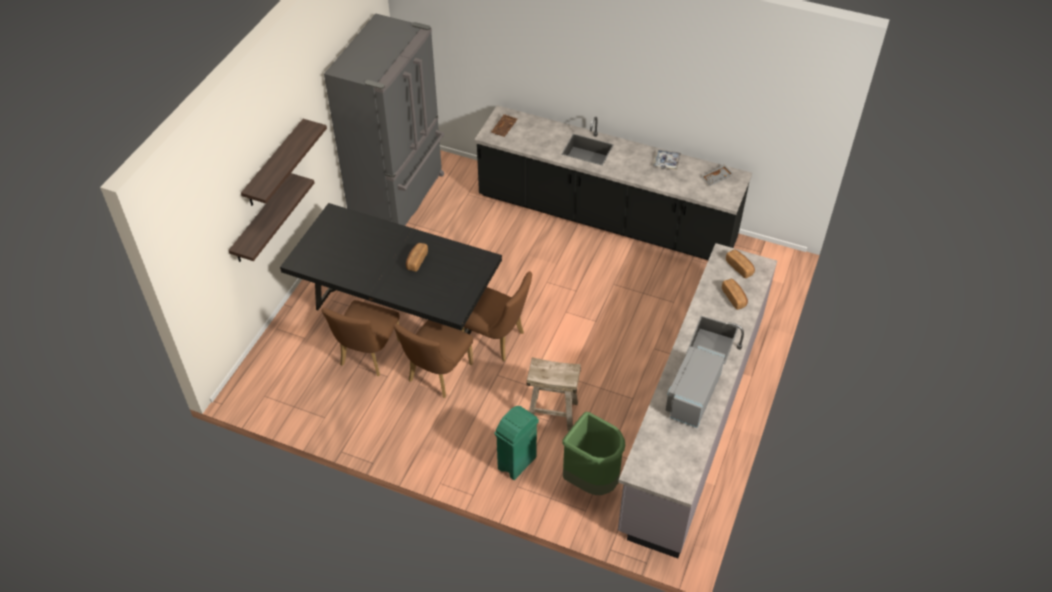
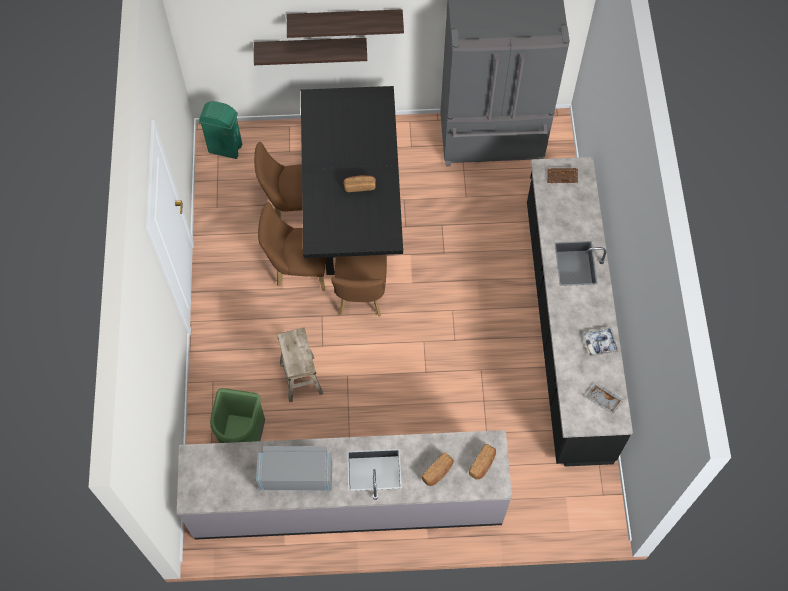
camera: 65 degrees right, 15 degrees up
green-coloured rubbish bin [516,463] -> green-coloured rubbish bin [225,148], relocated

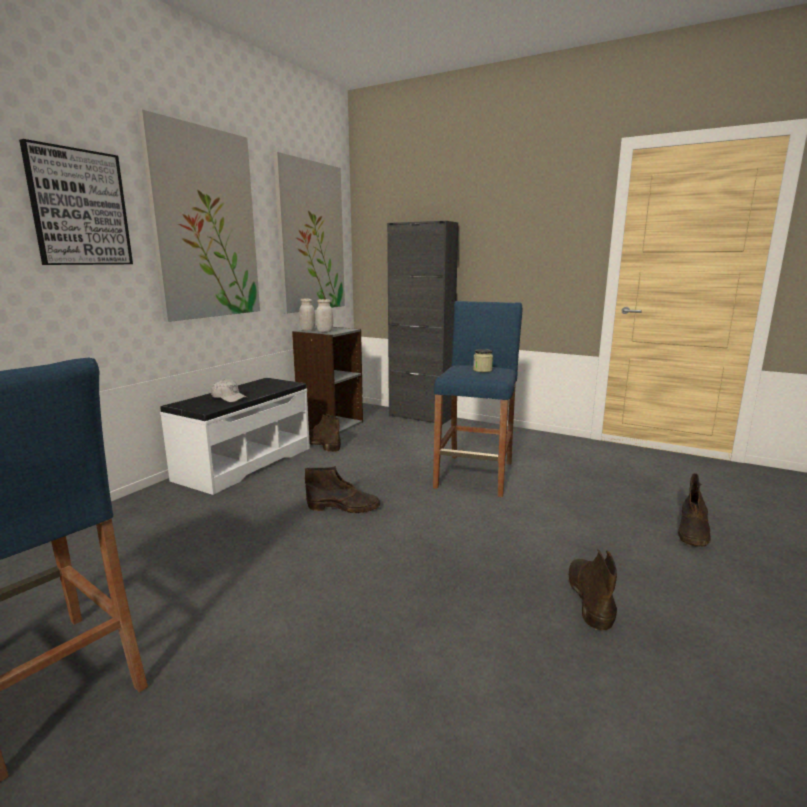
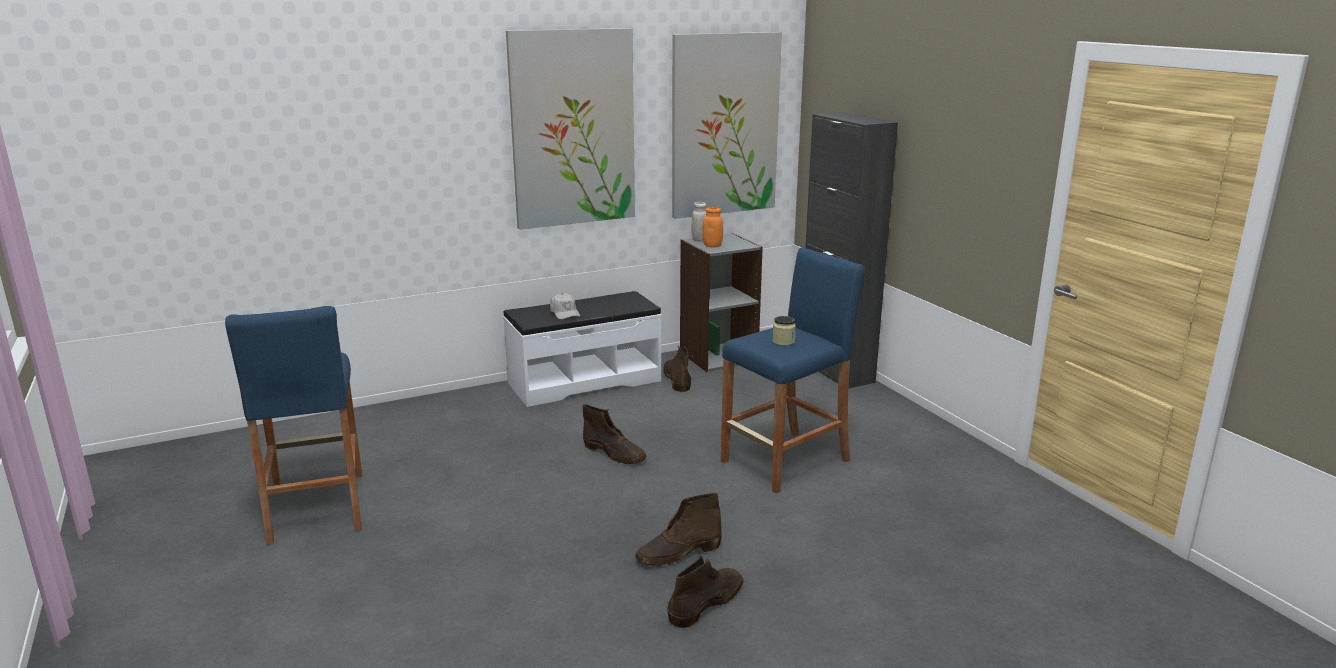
camera: 35 degrees right, 5 degrees up
picture [79,208] -> none
whitish preserve jar [325,331] -> orange preserve jar [712,246]
brown boot [693,531] -> brown boot [678,553], relocated

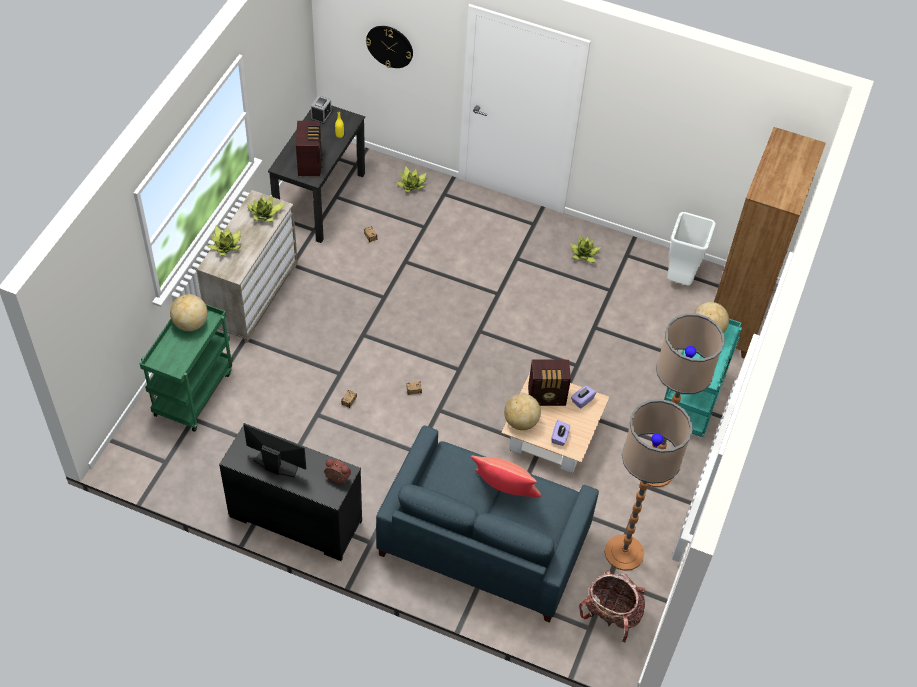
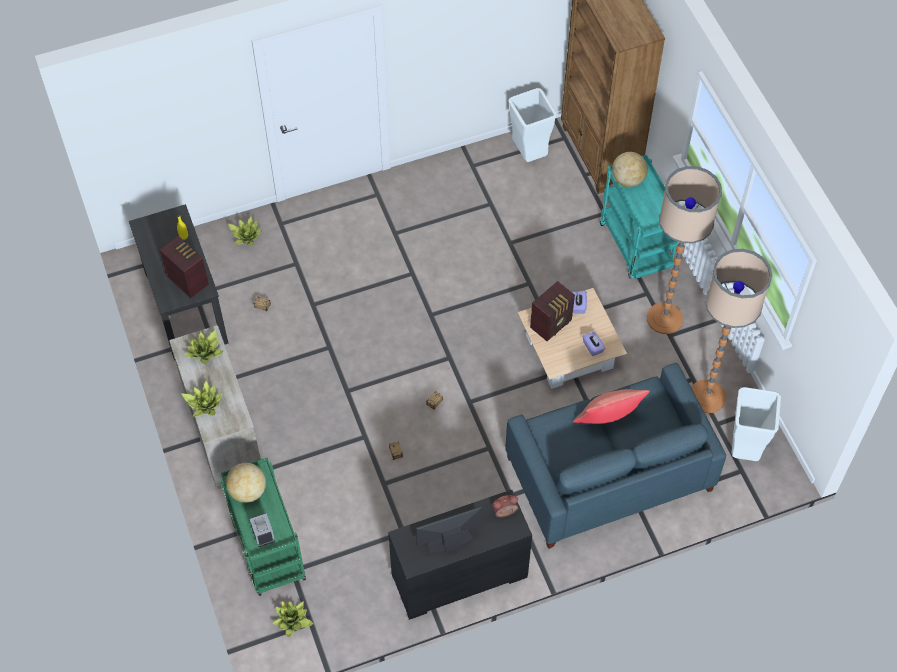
camera: 40 degrees left, 5 degrees up
table clock [321,115] -> table clock [263,534], relocated
wall clock [389,46] -> none
world globe [521,422] -> none
plant in a pot [584,255] -> plant in a pot [292,621], relocated
rucksack [611,615] -> whitish rubbish bin [744,449]

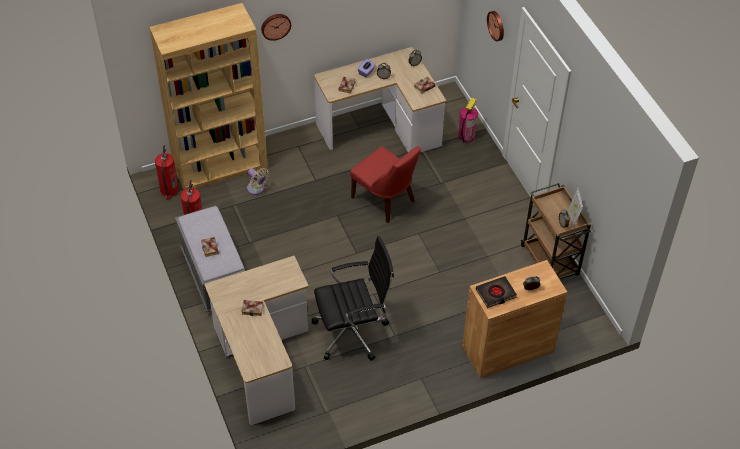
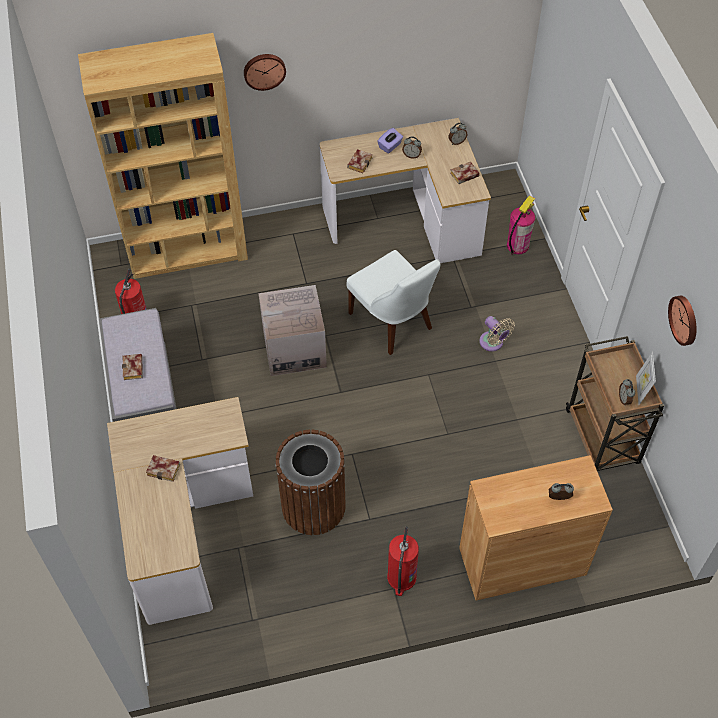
camera: 10 degrees right, 5 degrees up
fire-fighting cylinder [169,190] -> fire-fighting cylinder [401,578], relocated
sand-coloured fan [257,189] -> sand-coloured fan [493,343], relocated
blackish desk chair [353,332] -> brown rubbish bin [313,506]
red upright chair [385,201] -> whitish upright chair [393,323]
blackish book [496,294] -> none
wall clock [497,25] -> wall clock [685,320], relocated
none -> cardboard box [294,348]

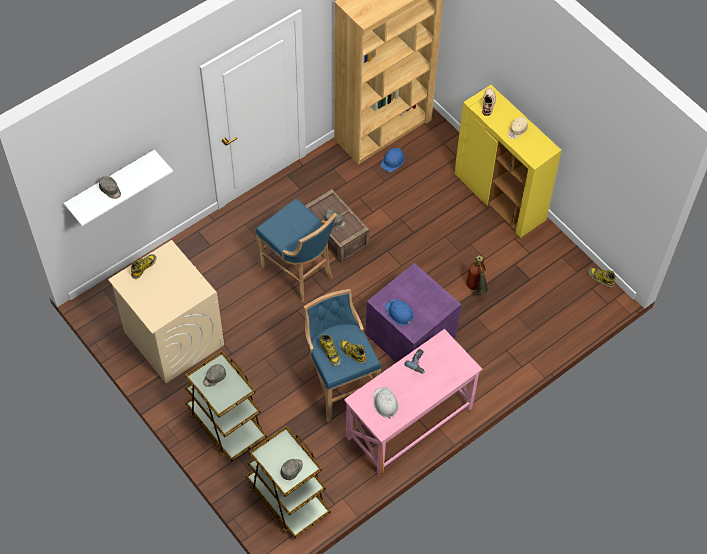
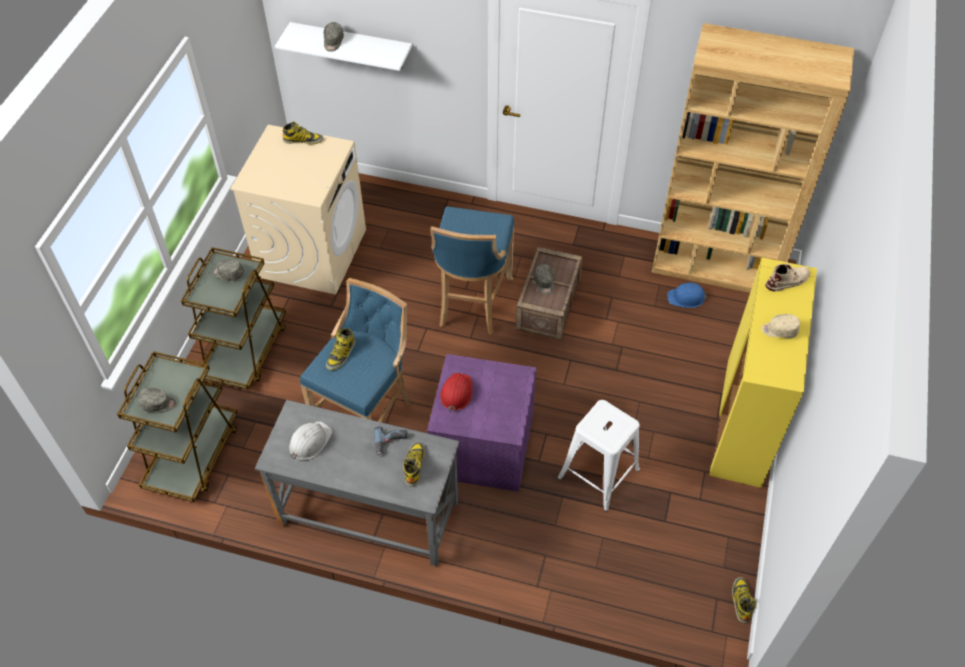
camera: 55 degrees right, 5 degrees down
boot [352,352] -> boot [414,465], relocated
pinkish desk unit [409,423] -> greyish desk unit [368,513]
bluish hard hat [399,313] -> red hard hat [456,393]
fire-fighting cylinder [476,289] -> whitish sitting stool [598,473]

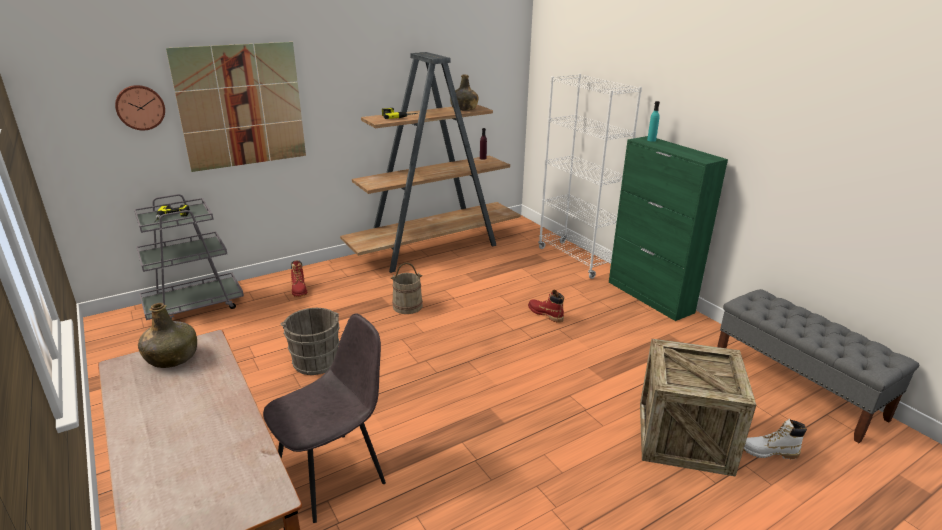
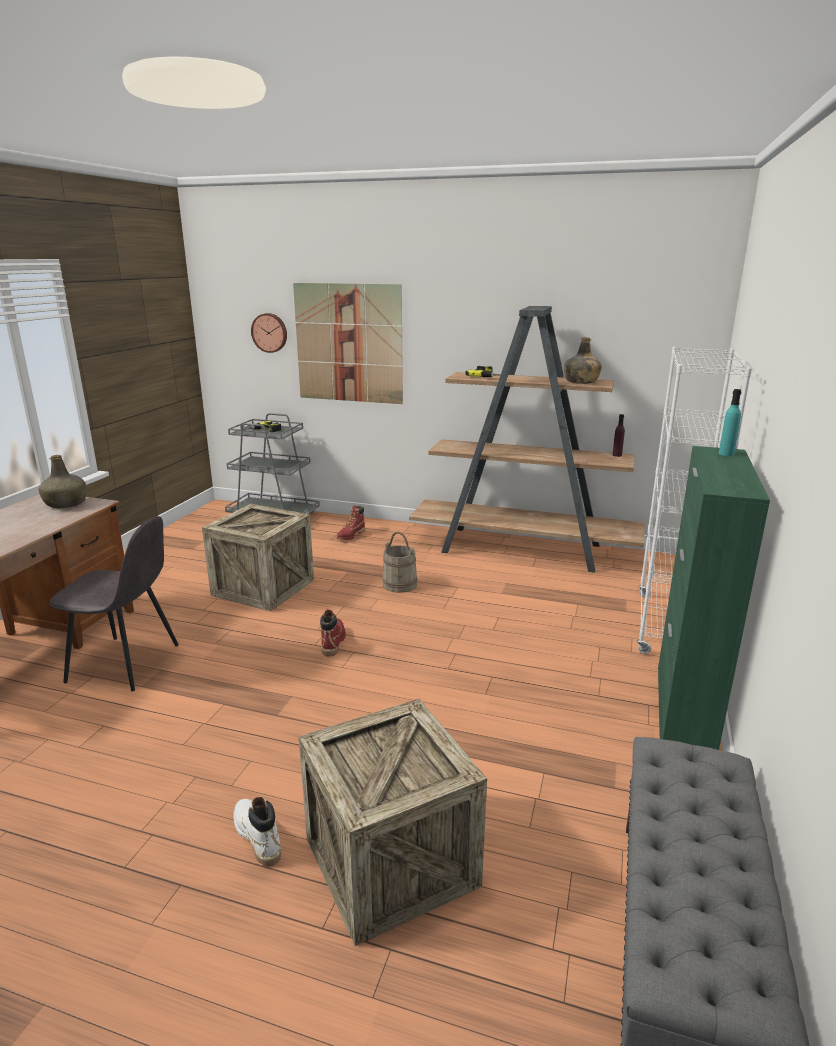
camera: 50 degrees right, 5 degrees down
greyish pail [315,360] -> shipping crate [263,587]
red boot [545,314] -> red boot [333,641], relocated
whitish boot [768,452] -> whitish boot [257,837], relocated

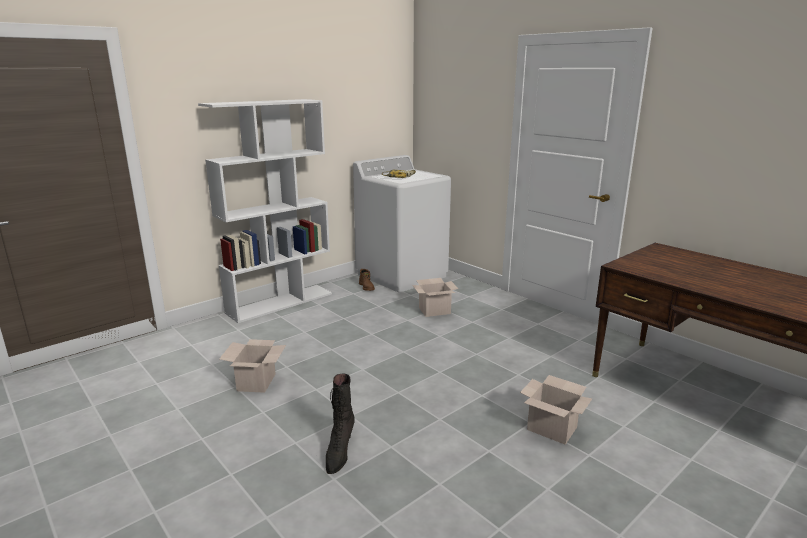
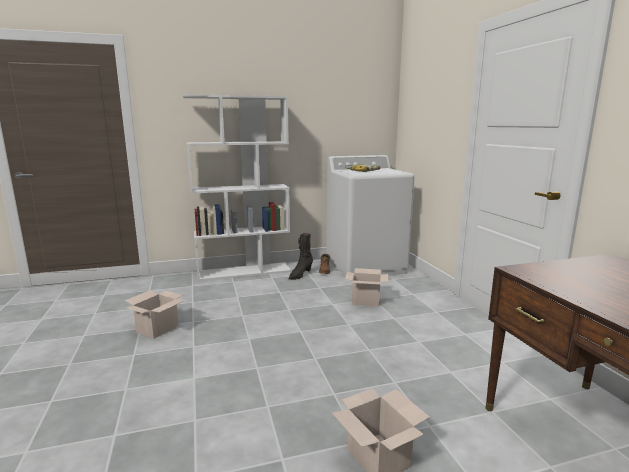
camera: 25 degrees right, 5 degrees down
blackish boot [339,452] -> blackish boot [300,275], relocated

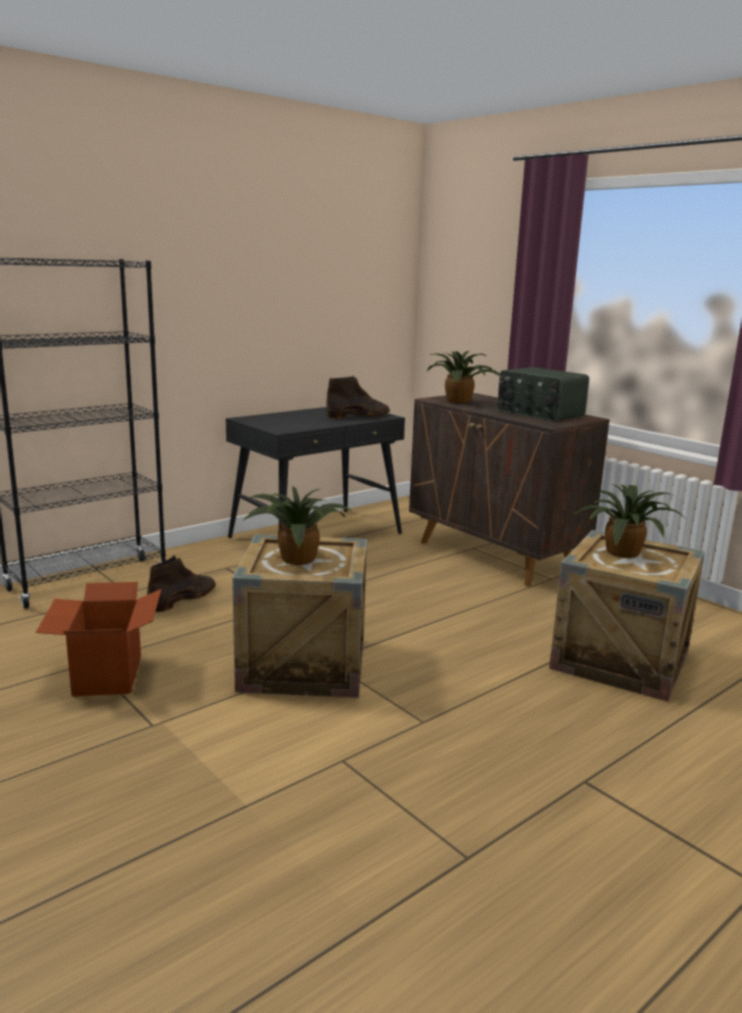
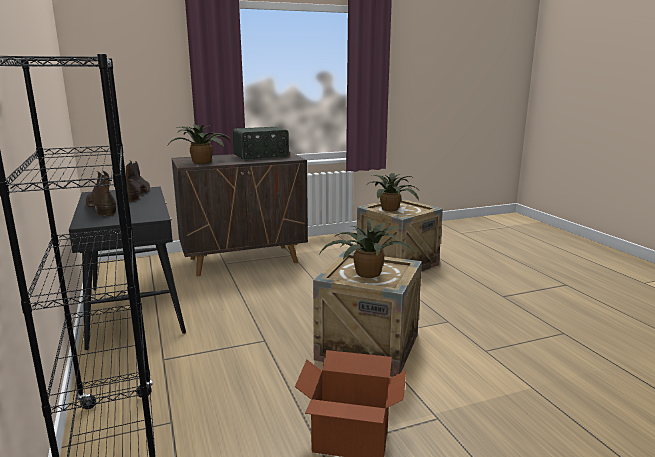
camera: 70 degrees left, 0 degrees up
brown boot [183,598] -> brown boot [101,208], relocated

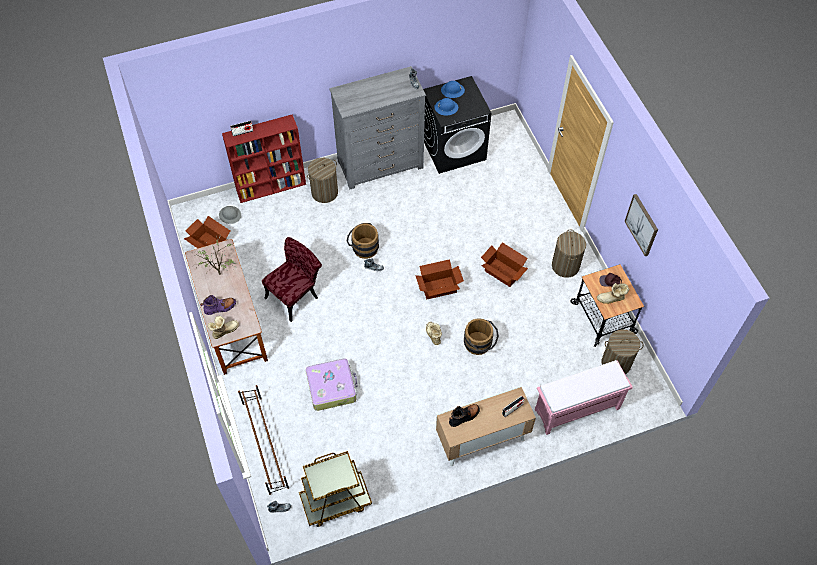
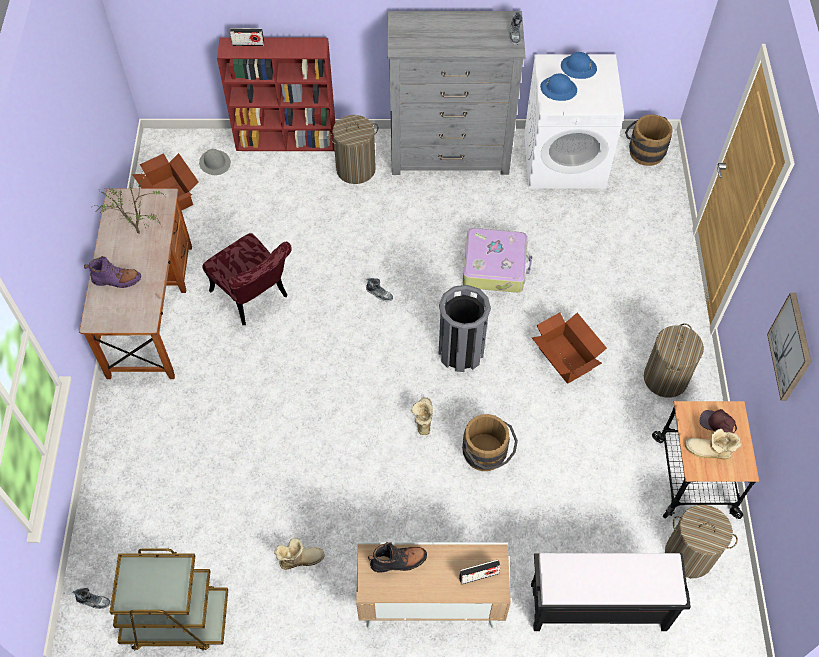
camera: 20 degrees right, 0 degrees up
boot [224,330] -> boot [300,559], relocated
brown shoe stand [265,444] -> none
red upright chair [296,294] -> red upright chair [254,298], 75 degrees clockwise
suitcase [332,387] -> suitcase [495,266], relocated
brown pail [363,247] -> brown pail [643,150], relocated
cardboard box [439,288] -> greyish rubbish bin [461,352]
blackish washing machine [454,149] -> whitish washing machine [565,160]
pinkish long seat [576,410] -> blackish long seat [596,607]

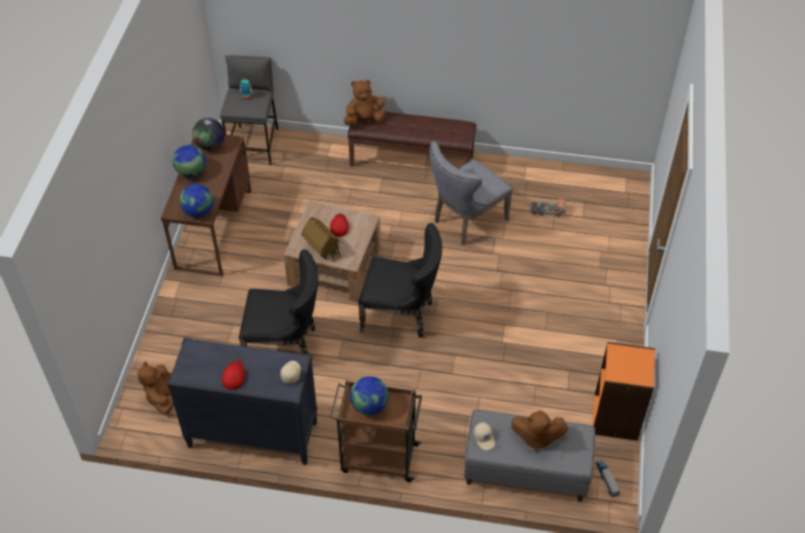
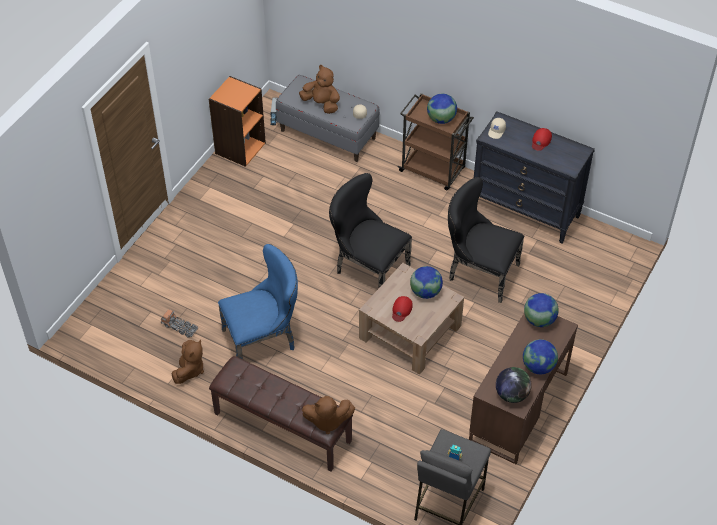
camera: 160 degrees left, 0 degrees up
brown cuddly toy [162,397] -> brown cuddly toy [189,370], relocated
toy house [322,248] -> world globe [425,292]
greyish upright chair [466,221] -> bluish upright chair [263,340]

